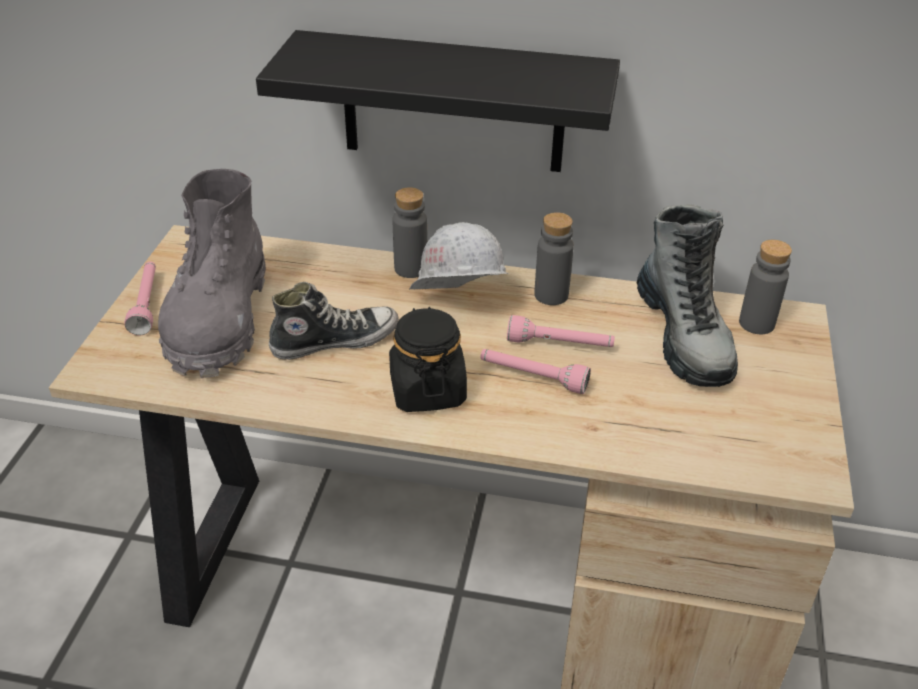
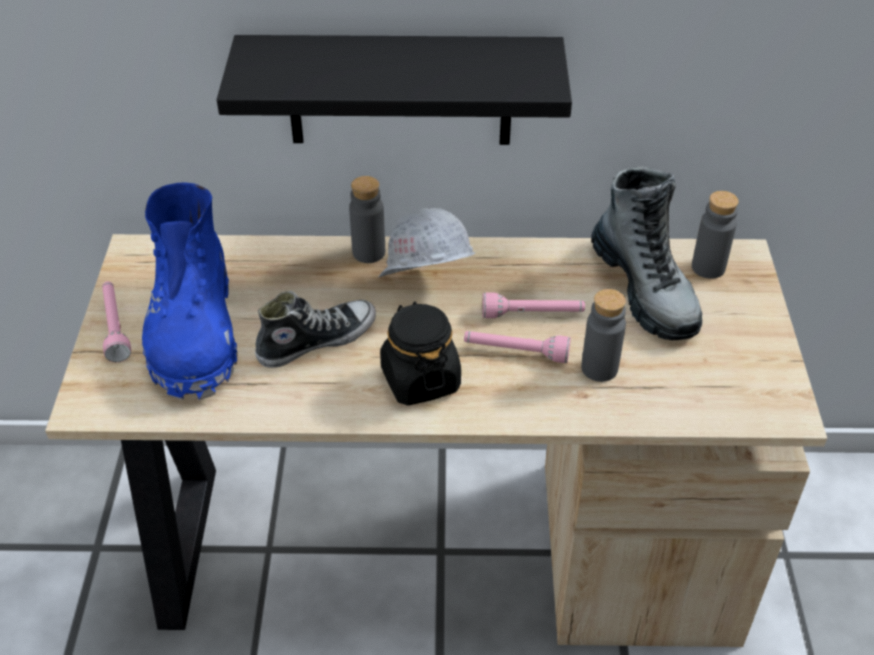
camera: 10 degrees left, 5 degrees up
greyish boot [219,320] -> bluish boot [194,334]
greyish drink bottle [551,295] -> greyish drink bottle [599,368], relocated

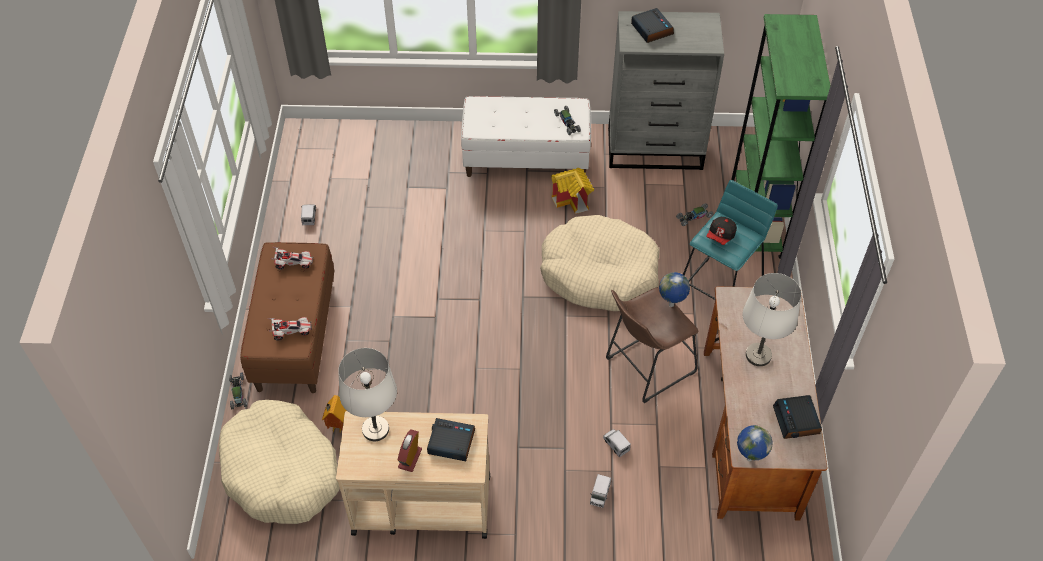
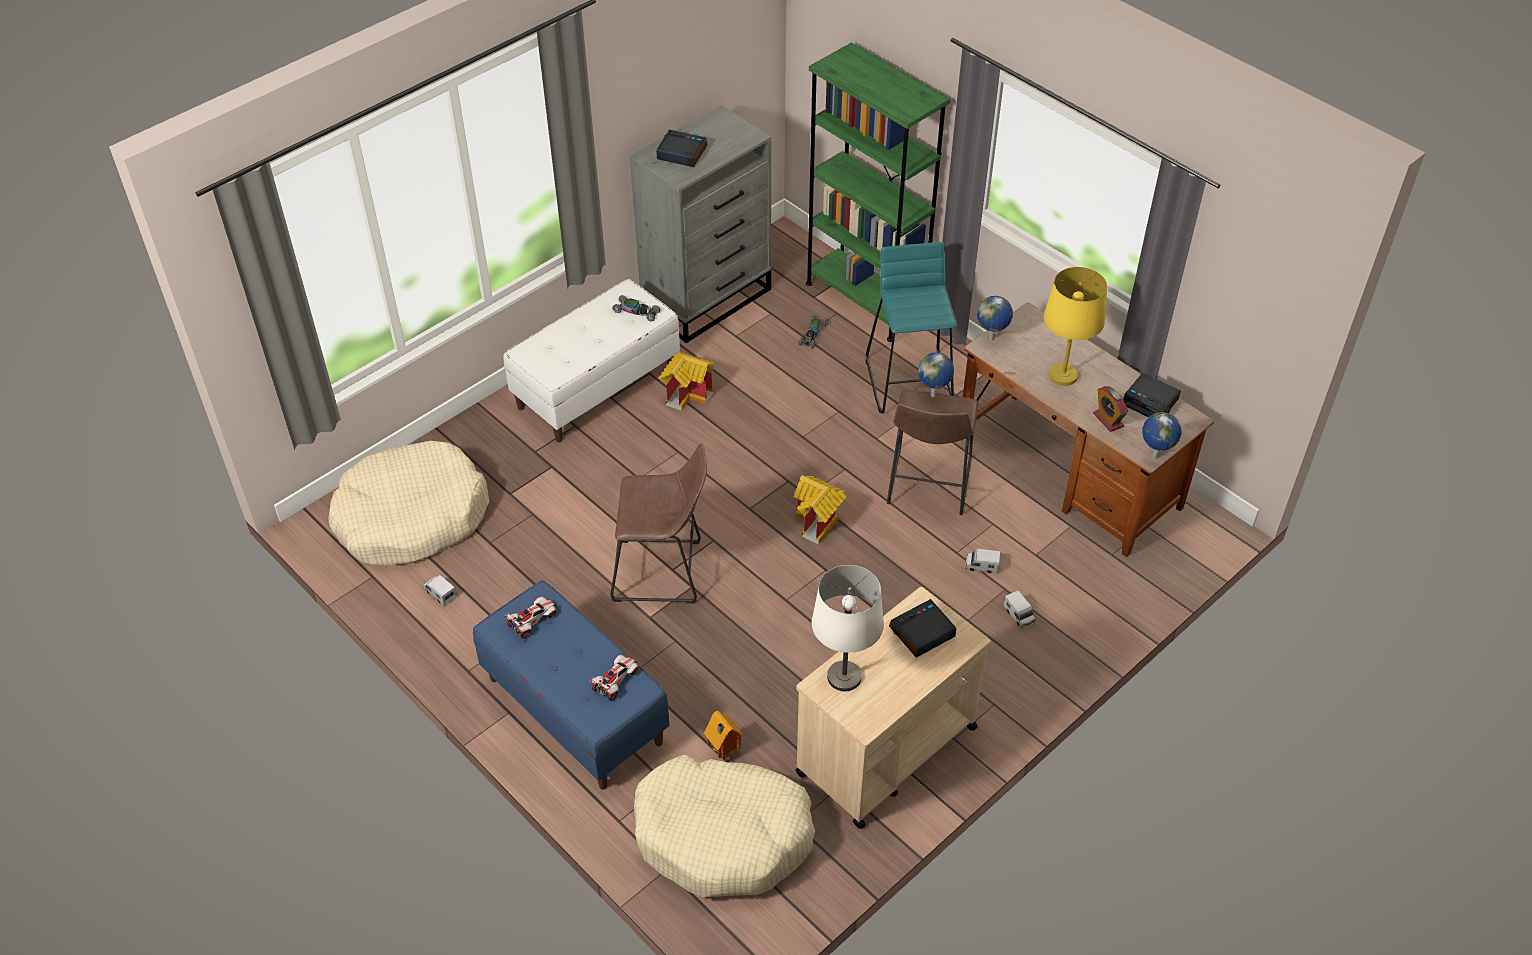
camera: 45 degrees left, 5 degrees down
model car [238,392] -> none
brown long seat [295,336] -> bluish long seat [574,710]
table clock [410,458] -> table clock [1108,420], relocated
sand-coloured pet bed [599,273] -> sand-coloured pet bed [411,517], relocated
peaked cap [721,235] -> none
whitish tabletop lamp [758,355] -> yellowish tabletop lamp [1062,375]
none -> brown sitting stool [663,572]
none -> toy house [818,524]
none -> world globe [991,339]

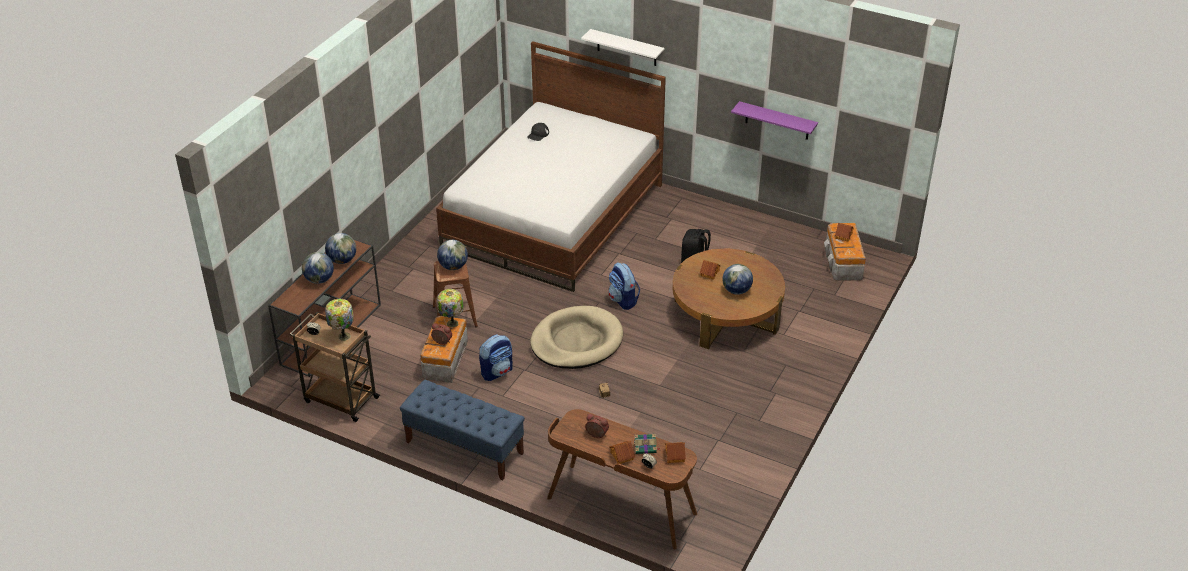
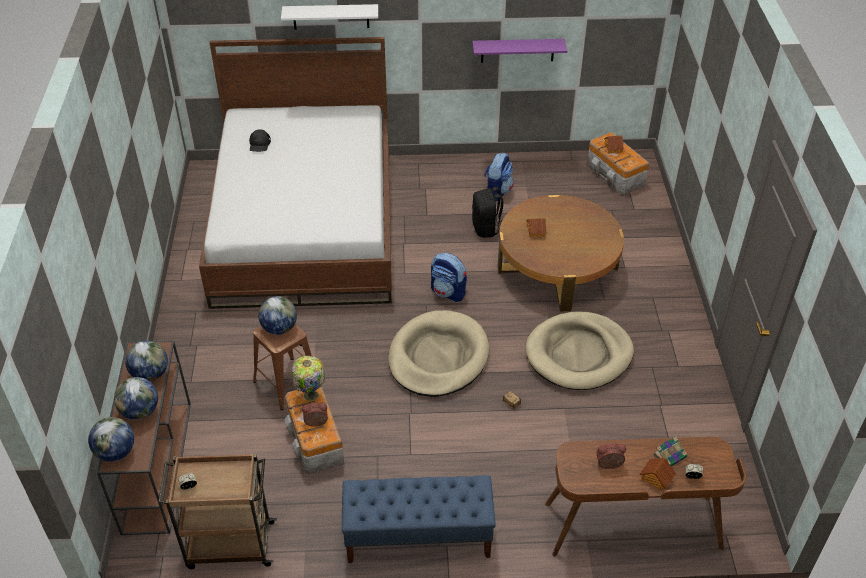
camera: 30 degrees left, 5 degrees up
tabletop lamp [343,336] -> none
rucksack [497,372] -> rucksack [497,191], relocated
toy house [675,455] -> none
world globe [736,291] -> world globe [115,452], relocated
none -> sand-coloured pet bed [579,354]

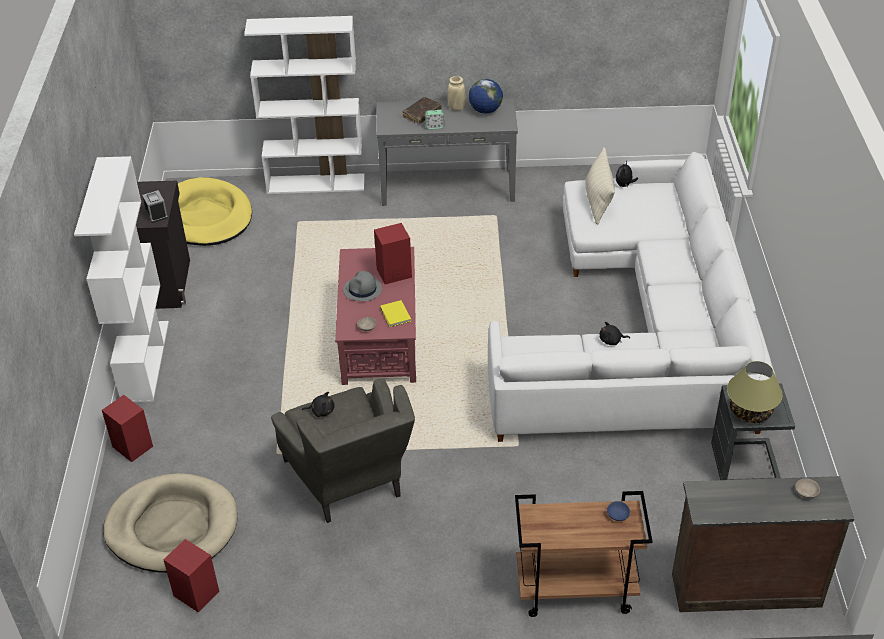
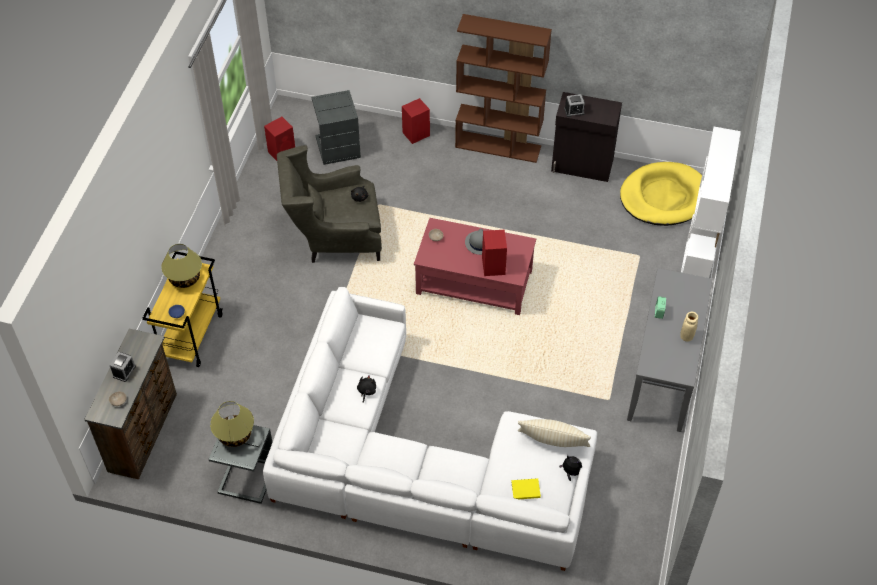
camera: 105 degrees right, 10 degrees up
whitish bookcase [145,360] -> brown bookcase [498,146]
sand-coloured pet bed [172,527] -> greyish end table [338,147]
yellowish book [395,315] -> yellowish book [525,489], relocated
brown book [422,114] -> none
world globe [485,110] -> none
brown trolley [574,590] -> yellowish trolley [191,336]
none -> table clock [124,371]
none -> tabletop lamp [185,278]

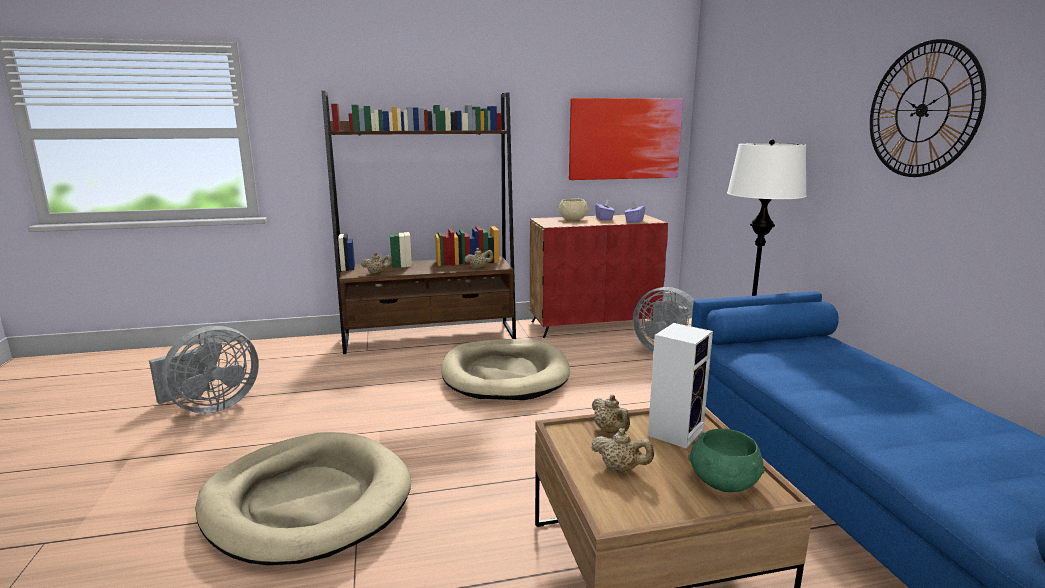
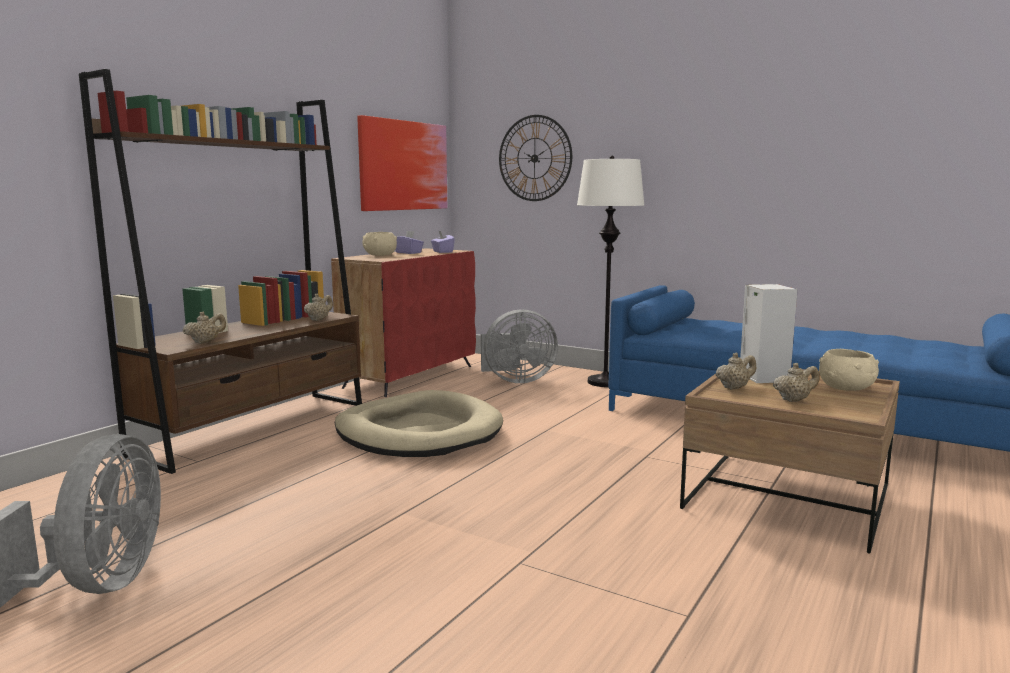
camera: 45 degrees left, 5 degrees down
sand-coloured pet bed [307,502] -> none
sand-coloured pot for tea [610,431] -> sand-coloured pot for tea [734,388], 45 degrees counterclockwise
green-coloured serving bowl [723,483] -> sand-coloured serving bowl [846,388]
wall clock [922,110] -> wall clock [534,158], relocated

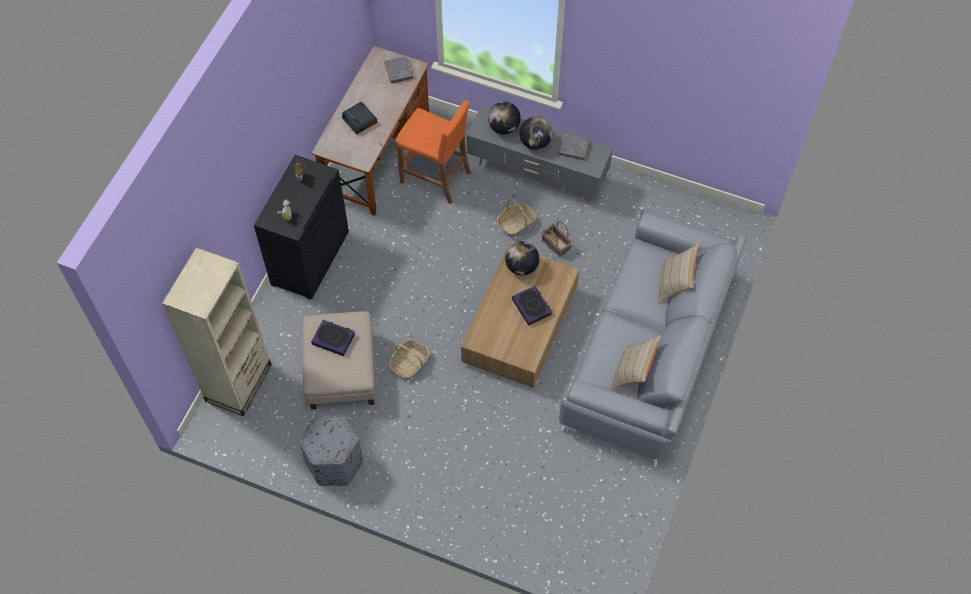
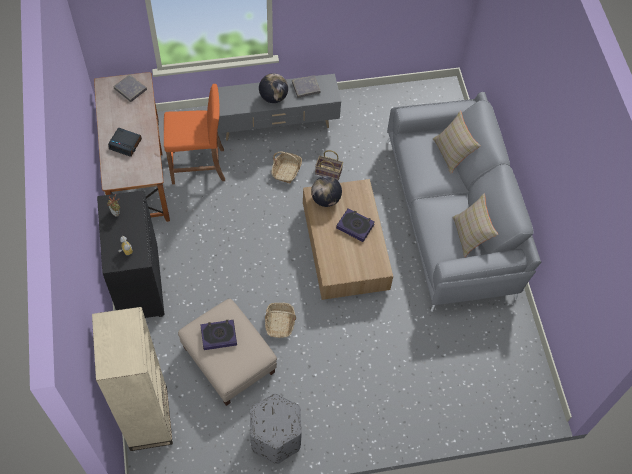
camera: 35 degrees left, 0 degrees up
world globe [503,127] -> none

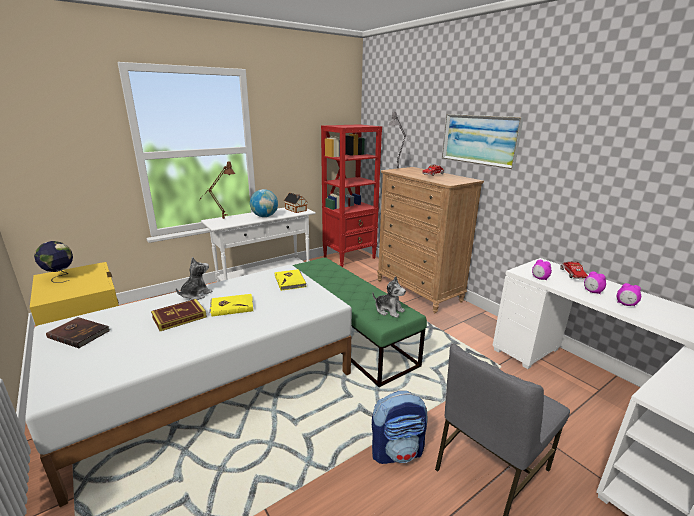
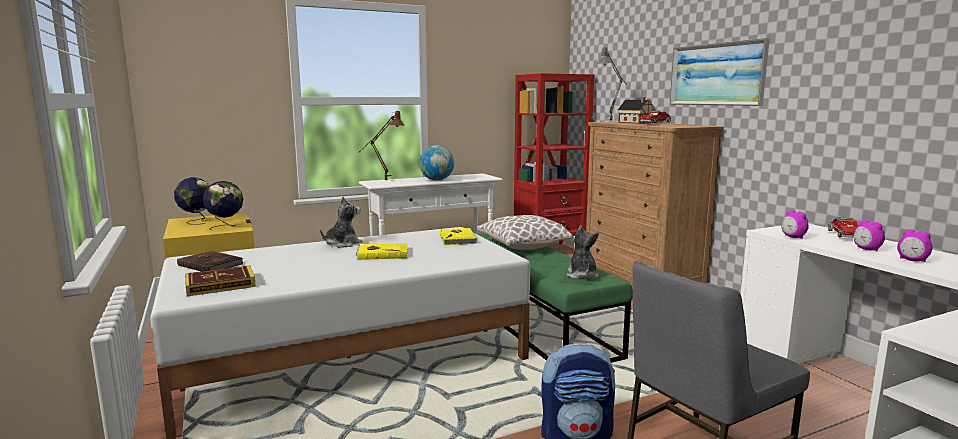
camera: 10 degrees right, 10 degrees down
book [179,317] -> book [220,285], relocated
toy house [296,210] -> toy house [636,123], relocated
cuddly toy [389,310] -> cuddly toy [582,275], 135 degrees counterclockwise
none -> world globe [226,227]
none -> cushion [523,246]

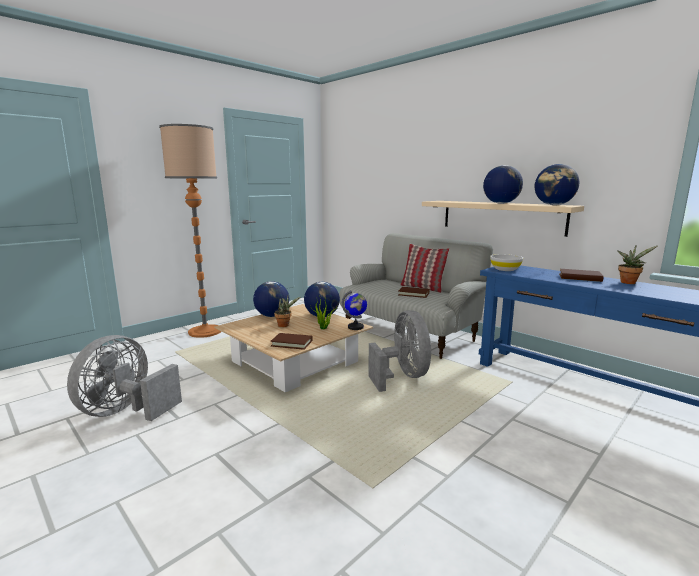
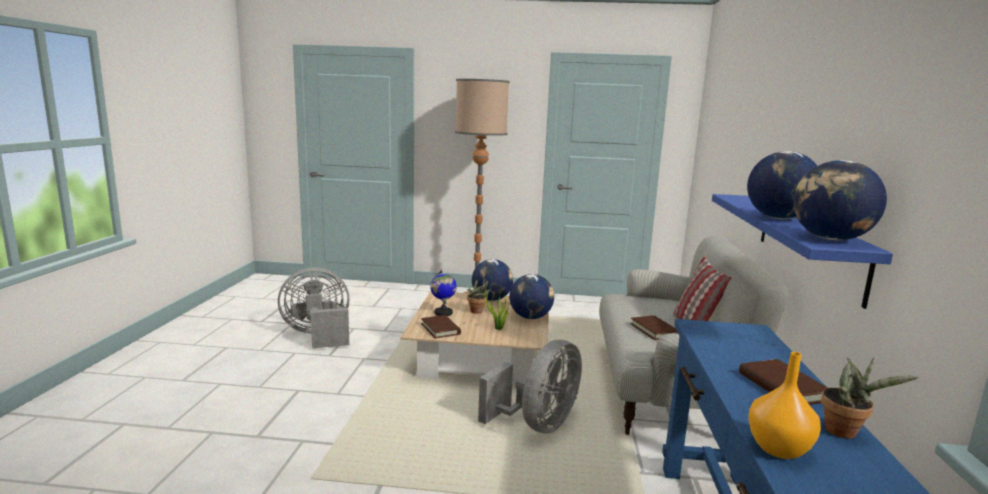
camera: 50 degrees right, 0 degrees up
world globe [355,327] -> world globe [443,313], relocated
sand-coloured wall shelf [501,217] -> bluish wall shelf [808,243]
whitish serving bowl [505,269] -> none
none -> orange flower vase [778,449]

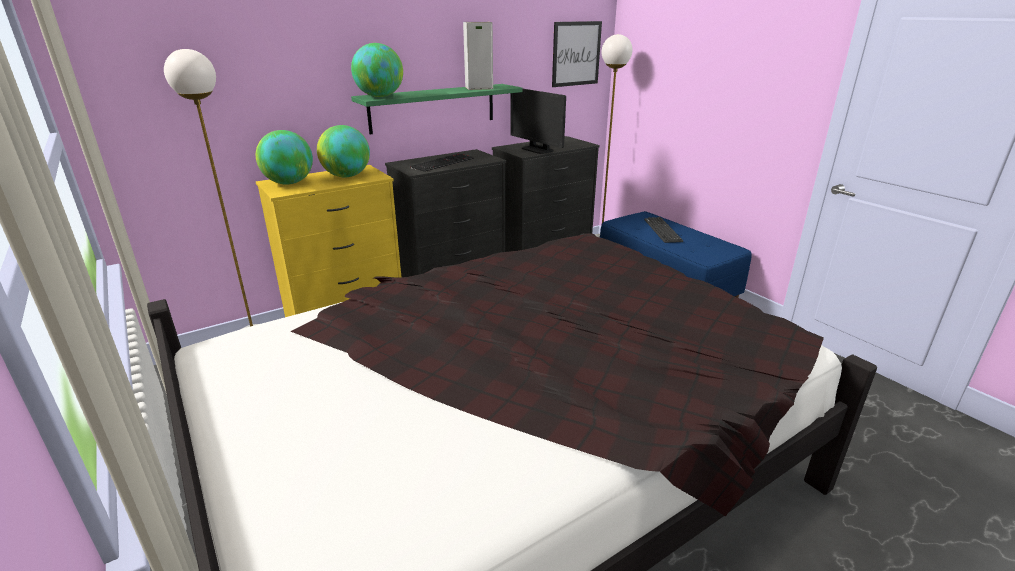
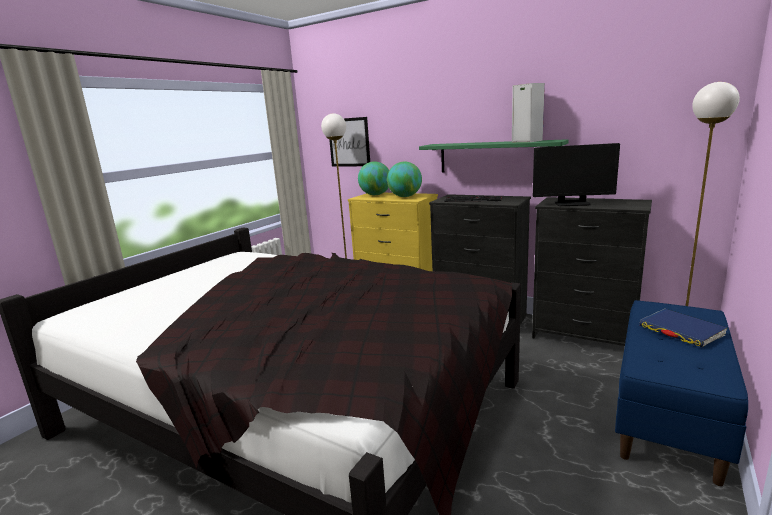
camera: 65 degrees right, 10 degrees down
world globe [380,96] -> none
computer display [537,149] -> computer display [572,204], 105 degrees counterclockwise
picture [576,54] -> picture [349,142], relocated
computer keyboard [662,230] -> bluish book [681,330]

